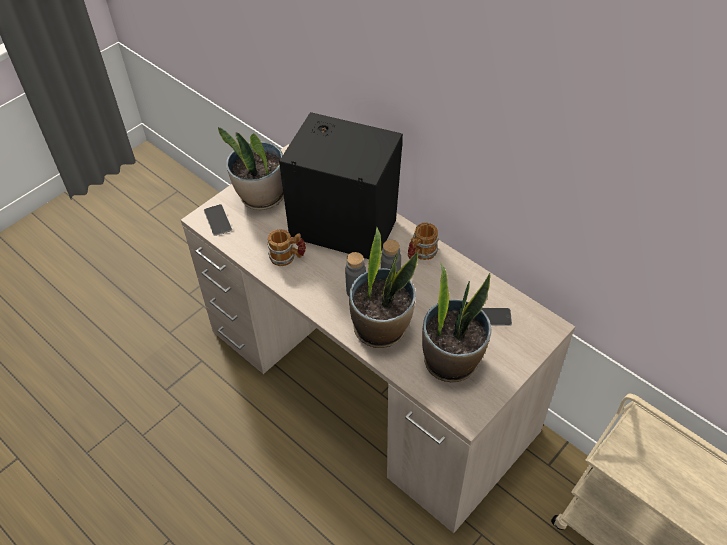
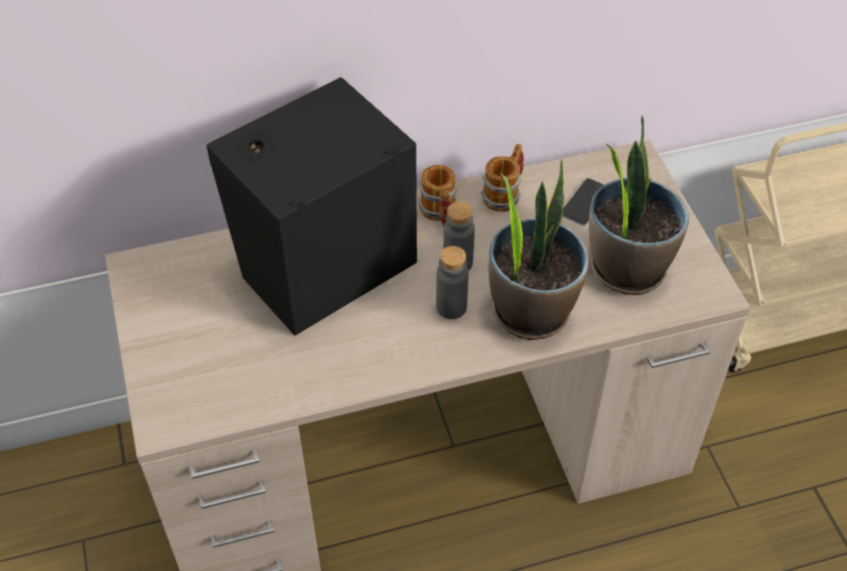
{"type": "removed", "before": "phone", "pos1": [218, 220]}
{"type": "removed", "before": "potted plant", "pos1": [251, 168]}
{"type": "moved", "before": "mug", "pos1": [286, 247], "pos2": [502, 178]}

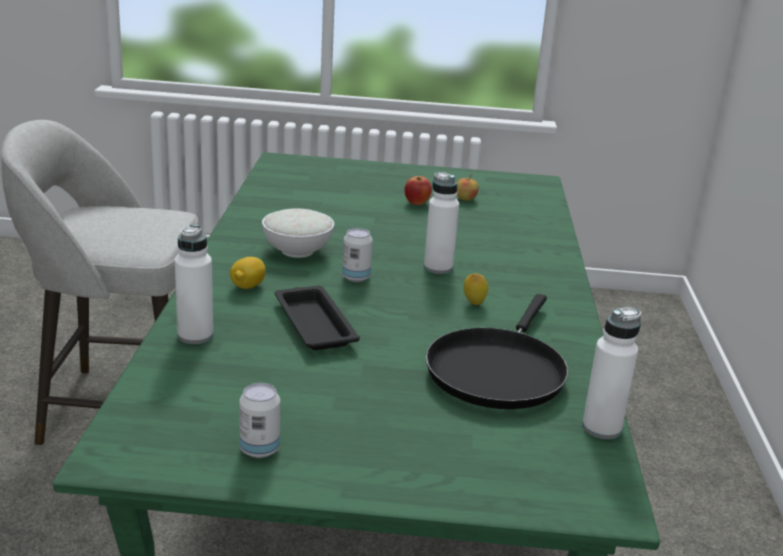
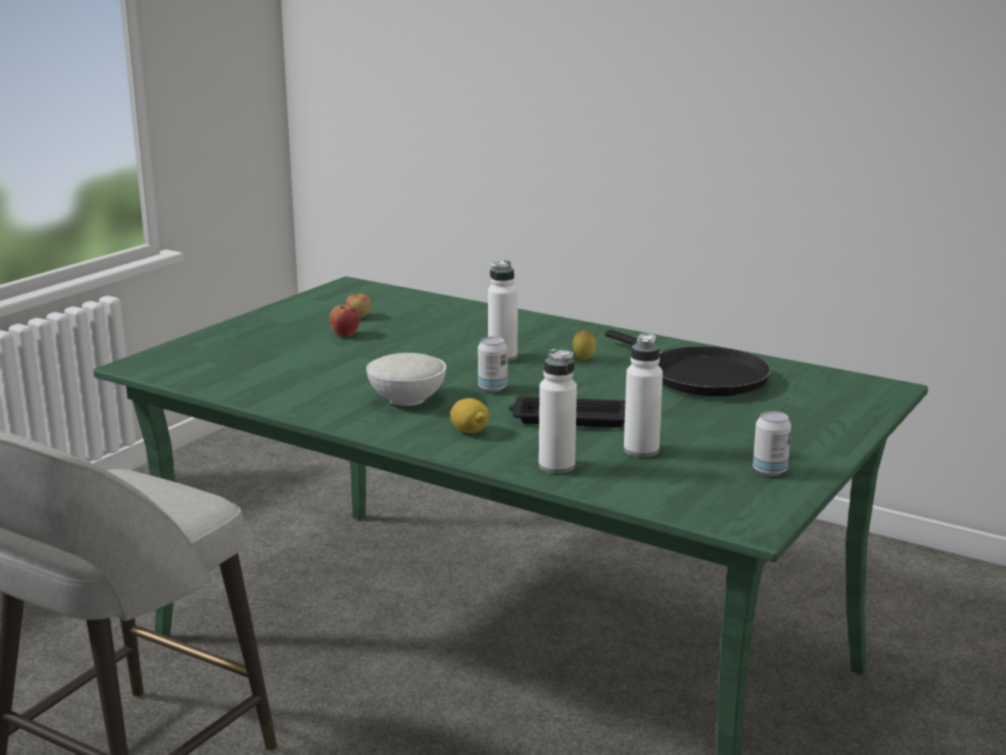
{"type": "moved", "before": "whitish drink bottle", "pos1": [611, 373], "pos2": [643, 395]}

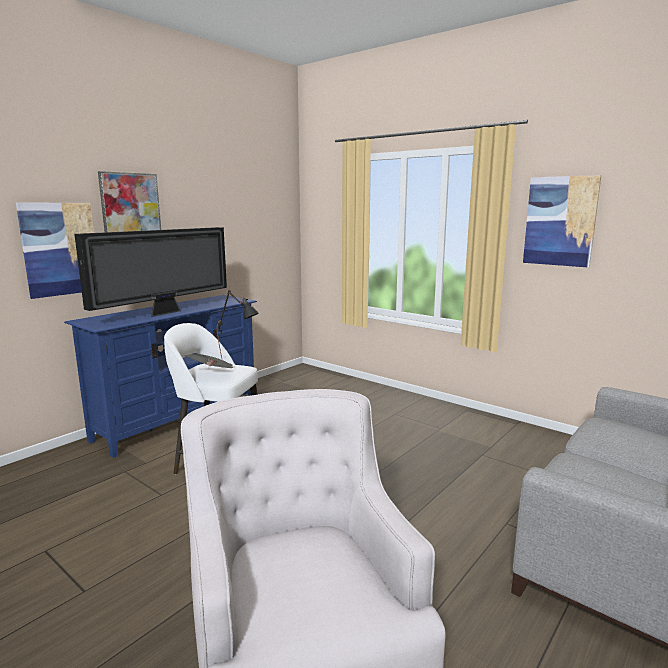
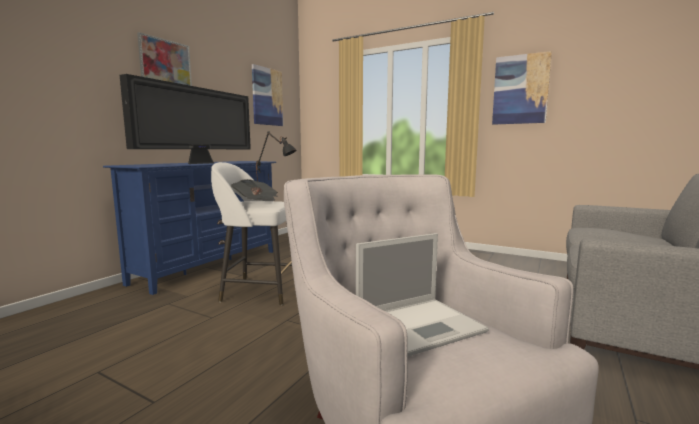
{"type": "moved", "before": "picture", "pos1": [55, 251], "pos2": [267, 95]}
{"type": "added", "after": "portable computer", "pos2": [422, 295]}

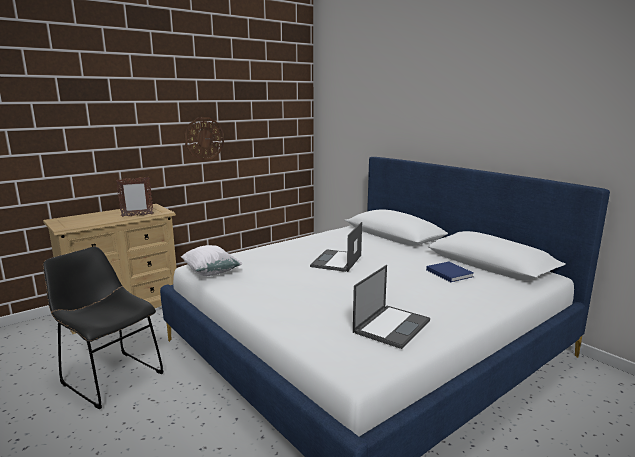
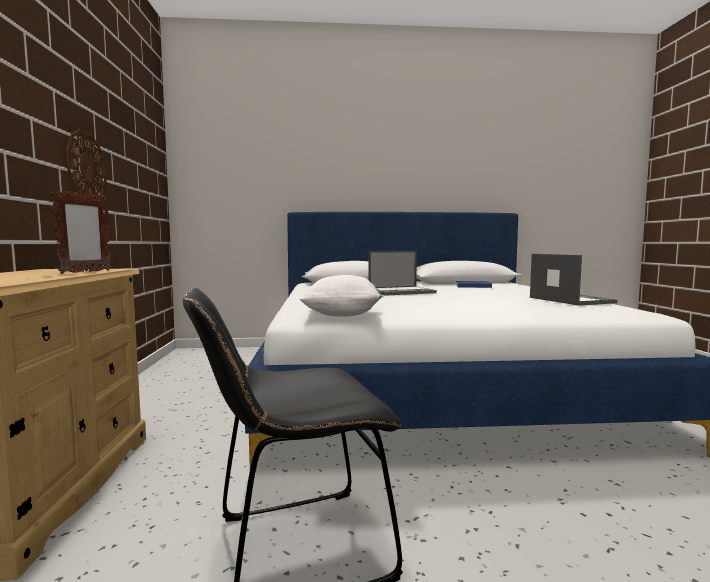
{"type": "turned", "before": "portable computer", "pos1": [336, 247], "pos2": [402, 273], "turn": -75}

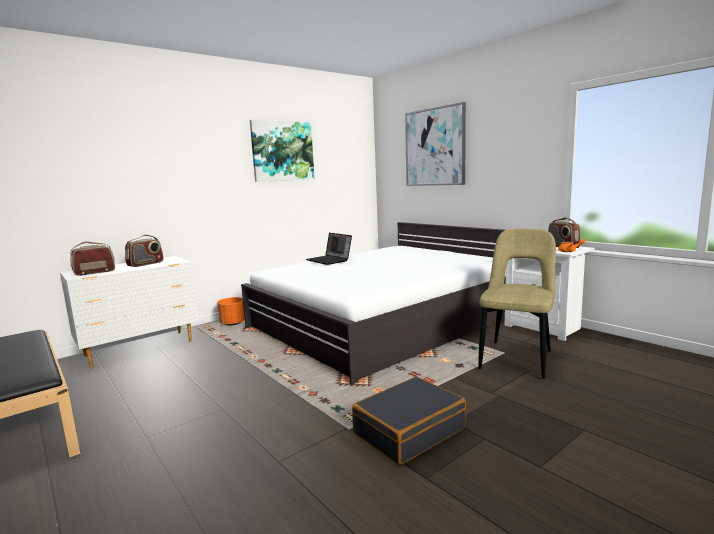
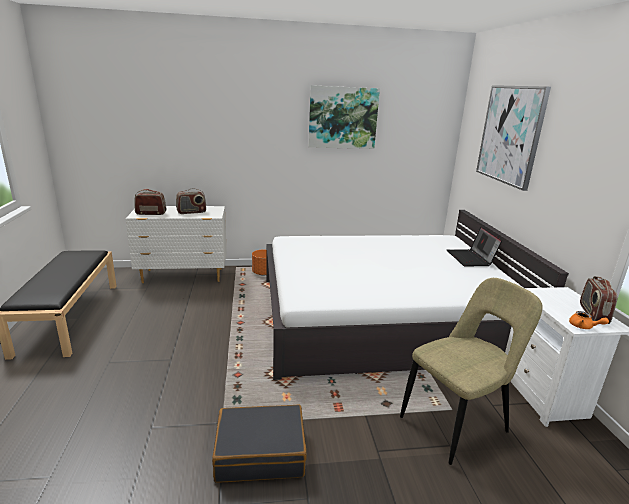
{"type": "moved", "before": "portable computer", "pos1": [329, 249], "pos2": [474, 246]}

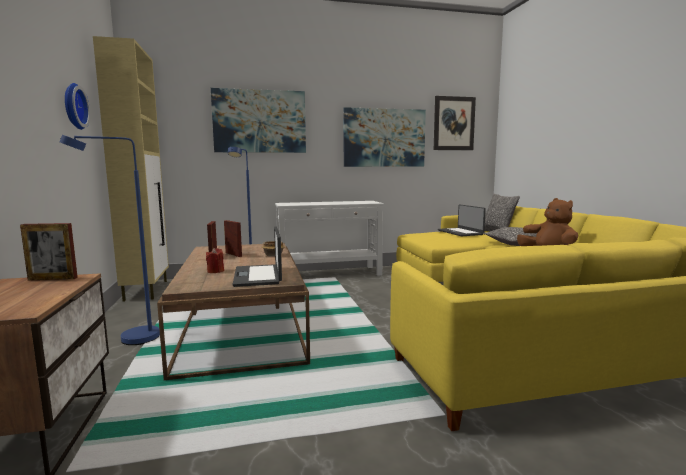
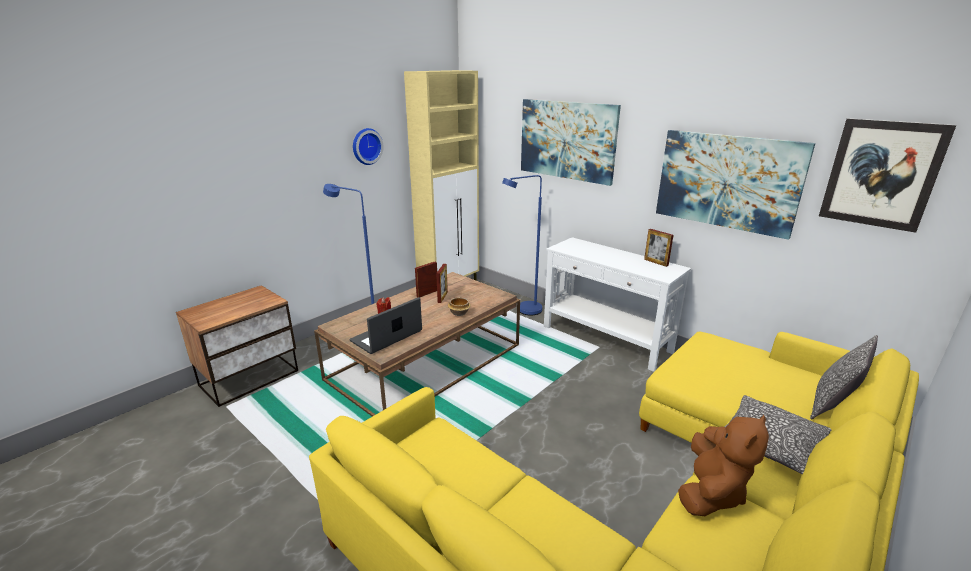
{"type": "moved", "before": "picture frame", "pos1": [49, 251], "pos2": [658, 248]}
{"type": "removed", "before": "portable computer", "pos1": [462, 220]}

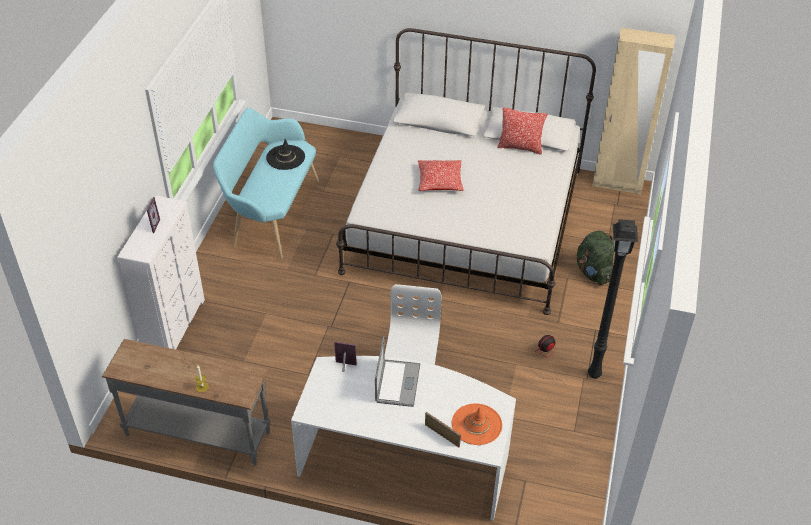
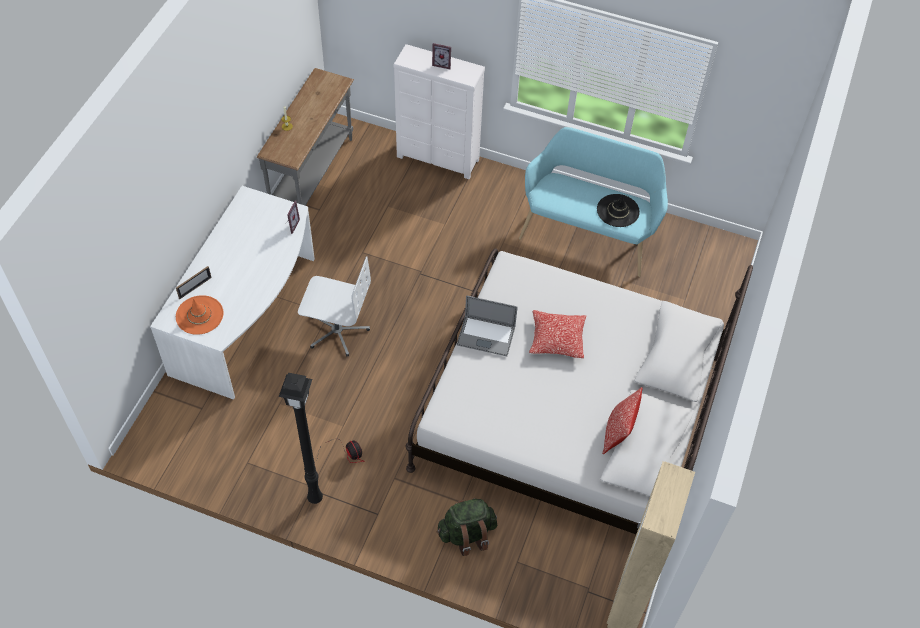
{"type": "moved", "before": "portable computer", "pos1": [397, 371], "pos2": [487, 326]}

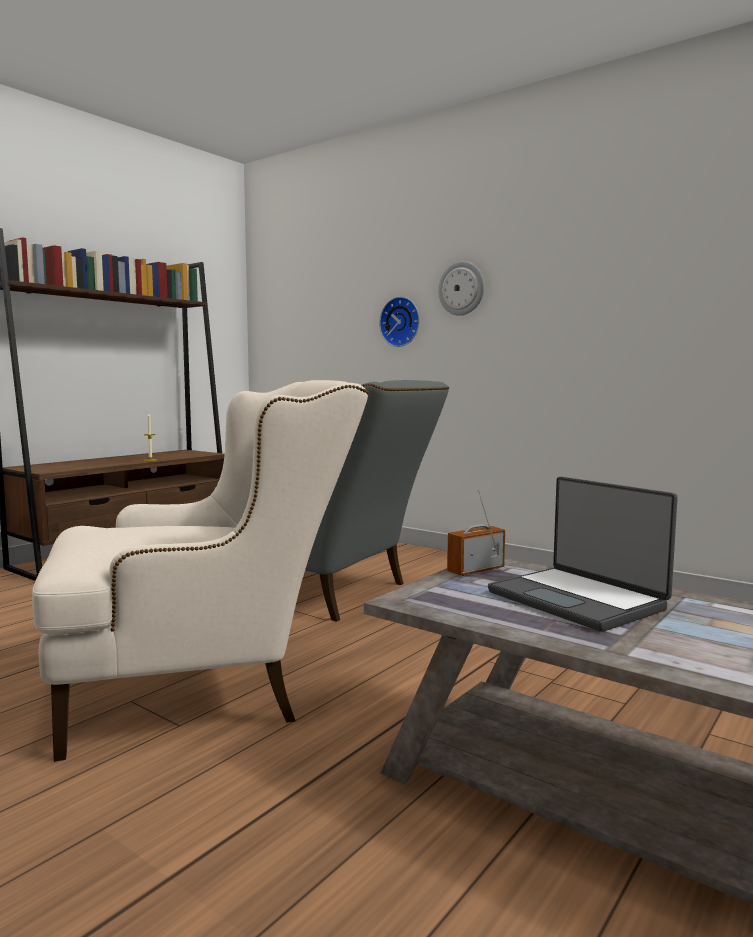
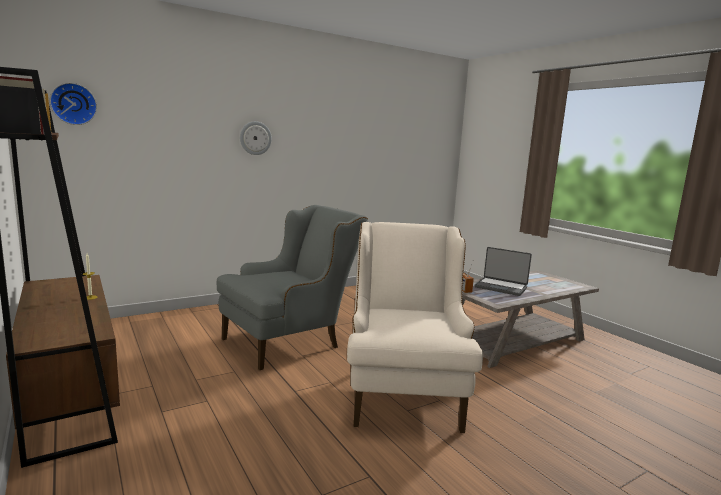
{"type": "moved", "before": "hanging clock", "pos1": [399, 322], "pos2": [73, 104]}
{"type": "turned", "before": "portable computer", "pos1": [583, 554], "pos2": [503, 271], "turn": 45}

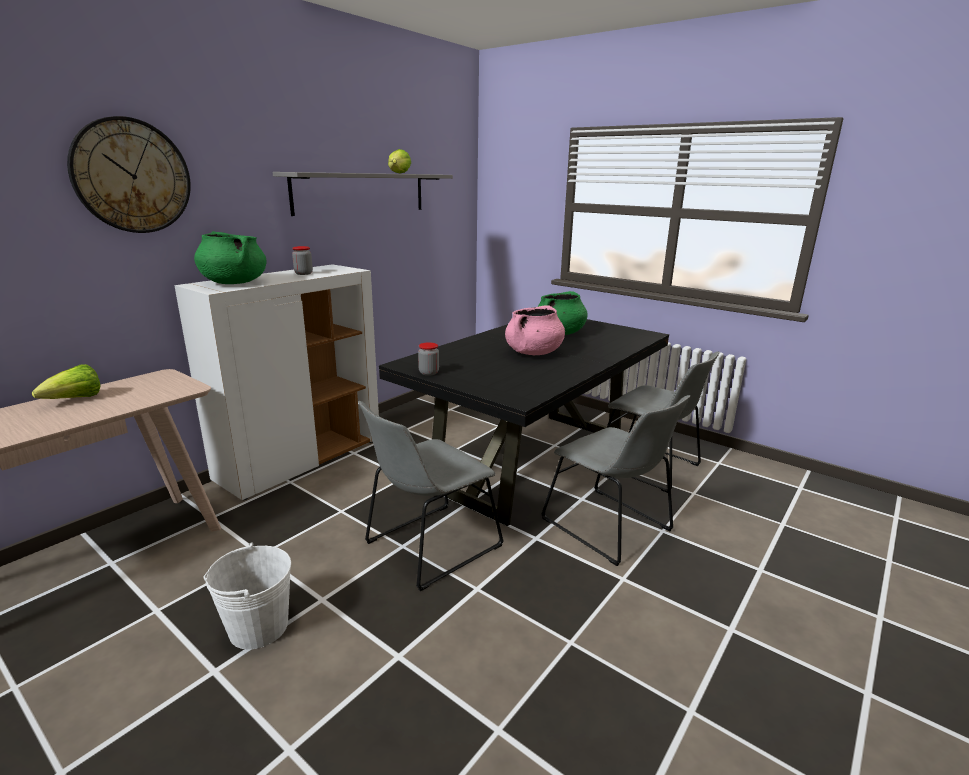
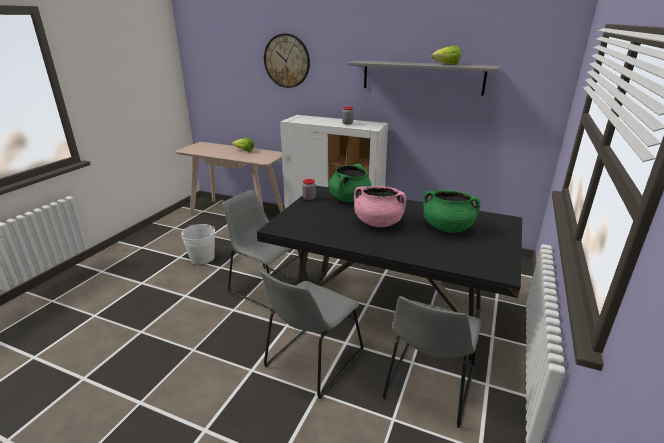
{"type": "moved", "before": "greenish cooking pot", "pos1": [230, 257], "pos2": [350, 183]}

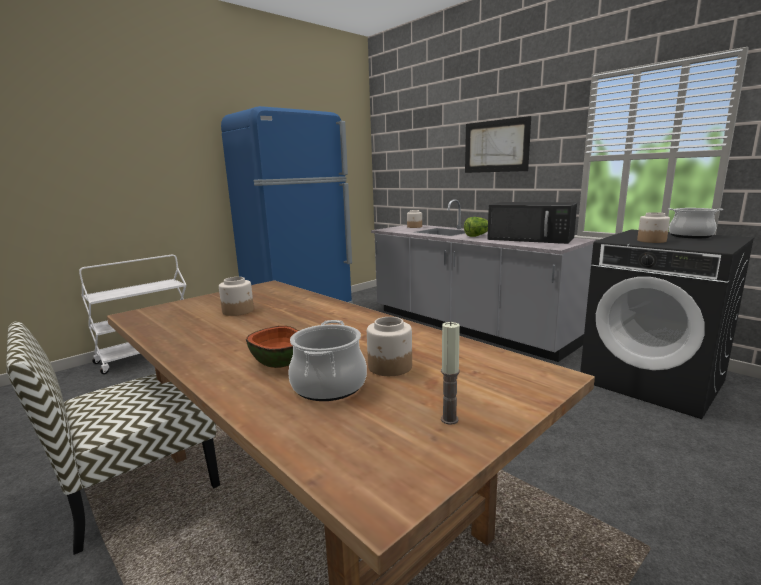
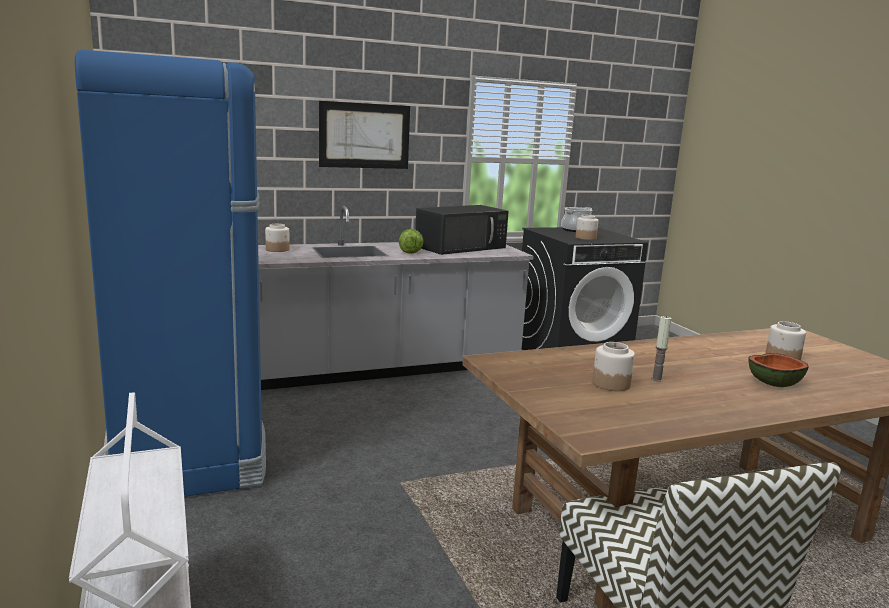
{"type": "removed", "before": "cooking pot", "pos1": [328, 360]}
{"type": "moved", "before": "wax candle", "pos1": [450, 373], "pos2": [661, 349]}

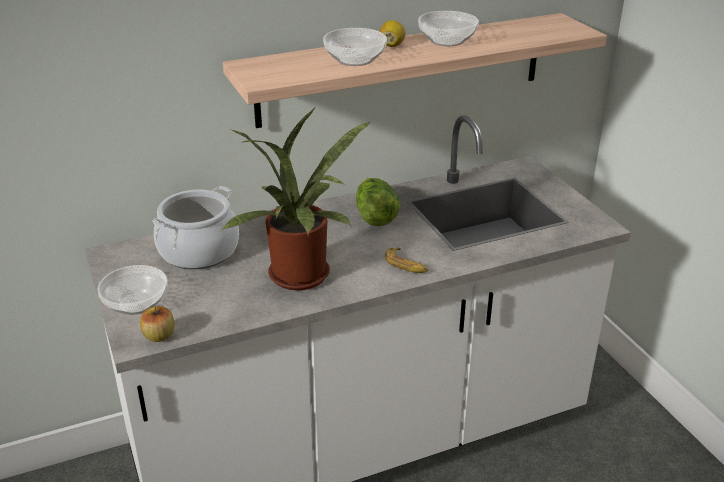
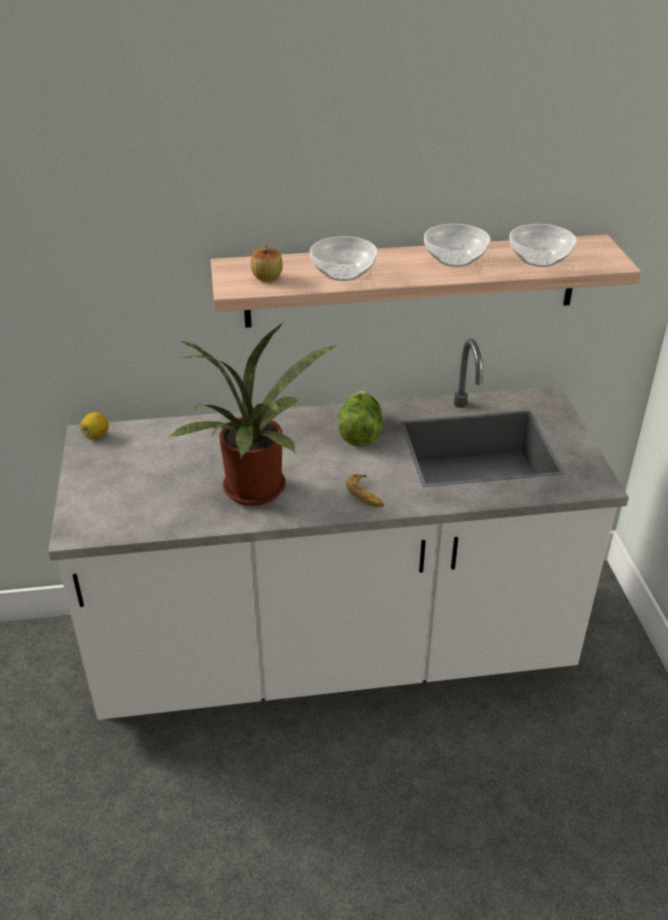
{"type": "moved", "before": "serving bowl", "pos1": [133, 290], "pos2": [543, 245]}
{"type": "moved", "before": "apple", "pos1": [157, 324], "pos2": [267, 263]}
{"type": "removed", "before": "cooking pot", "pos1": [195, 227]}
{"type": "moved", "before": "whole lemon", "pos1": [393, 33], "pos2": [94, 425]}

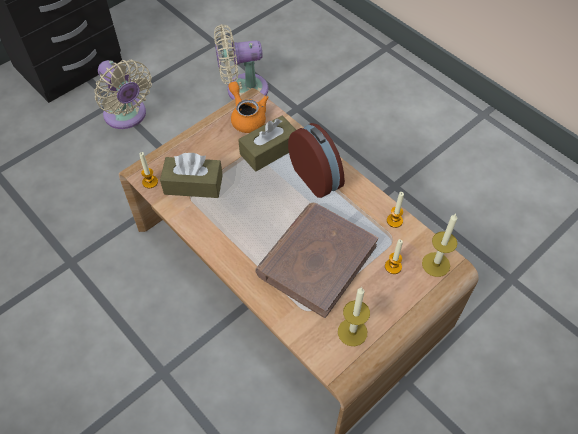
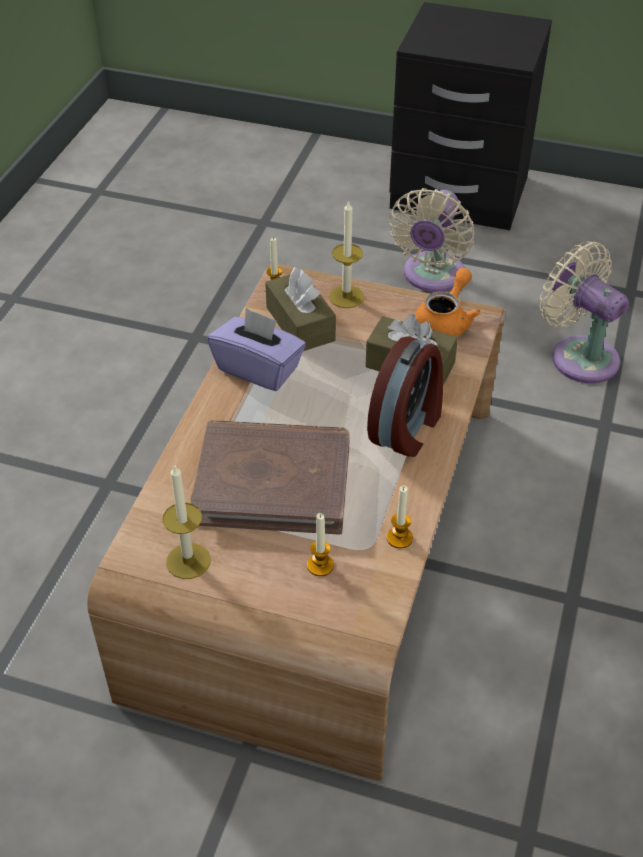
{"type": "moved", "before": "wax candle", "pos1": [440, 245], "pos2": [346, 254]}
{"type": "added", "after": "purple-coloured box of tissues", "pos2": [257, 349]}

